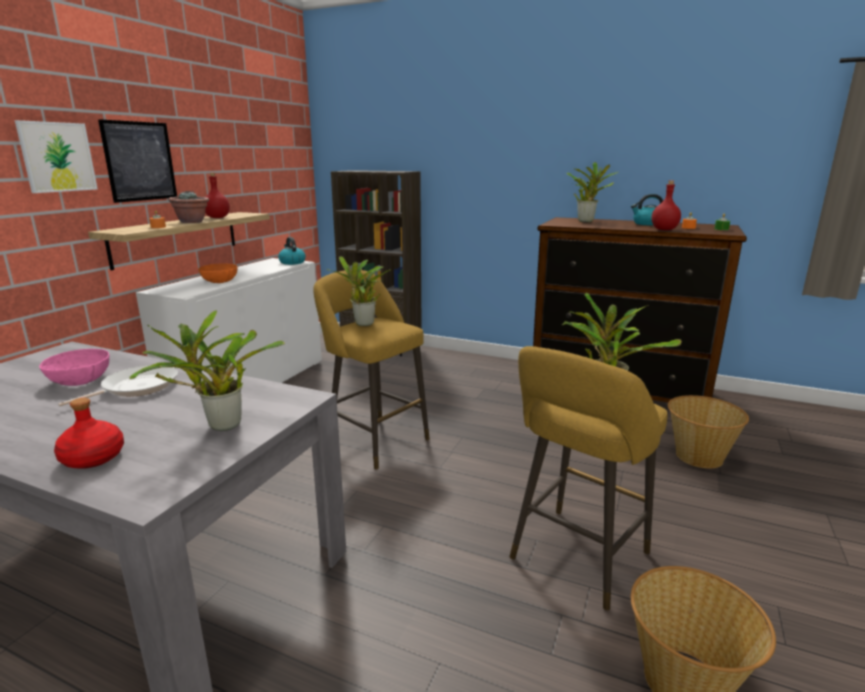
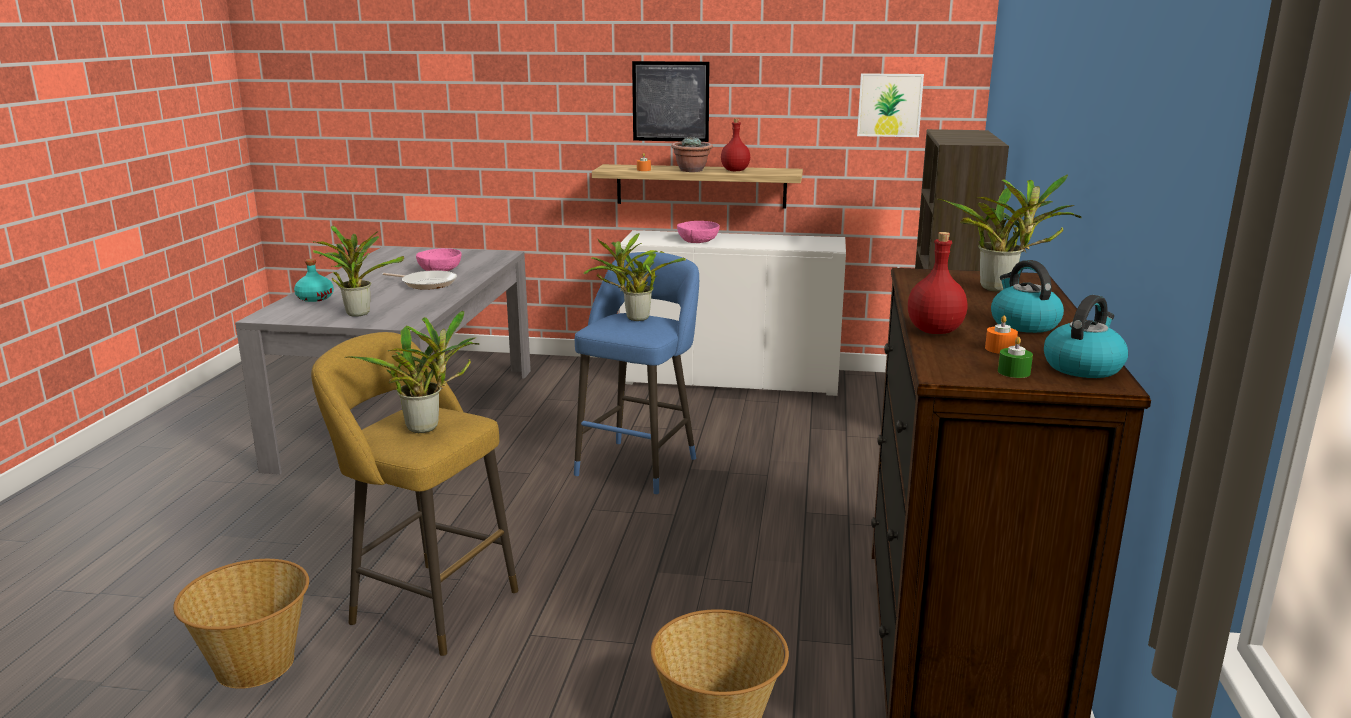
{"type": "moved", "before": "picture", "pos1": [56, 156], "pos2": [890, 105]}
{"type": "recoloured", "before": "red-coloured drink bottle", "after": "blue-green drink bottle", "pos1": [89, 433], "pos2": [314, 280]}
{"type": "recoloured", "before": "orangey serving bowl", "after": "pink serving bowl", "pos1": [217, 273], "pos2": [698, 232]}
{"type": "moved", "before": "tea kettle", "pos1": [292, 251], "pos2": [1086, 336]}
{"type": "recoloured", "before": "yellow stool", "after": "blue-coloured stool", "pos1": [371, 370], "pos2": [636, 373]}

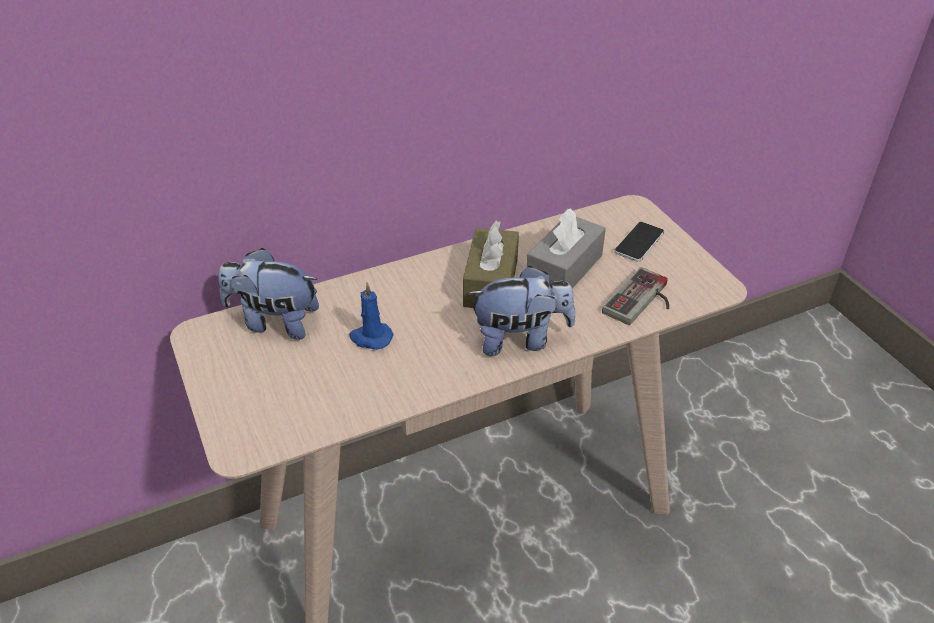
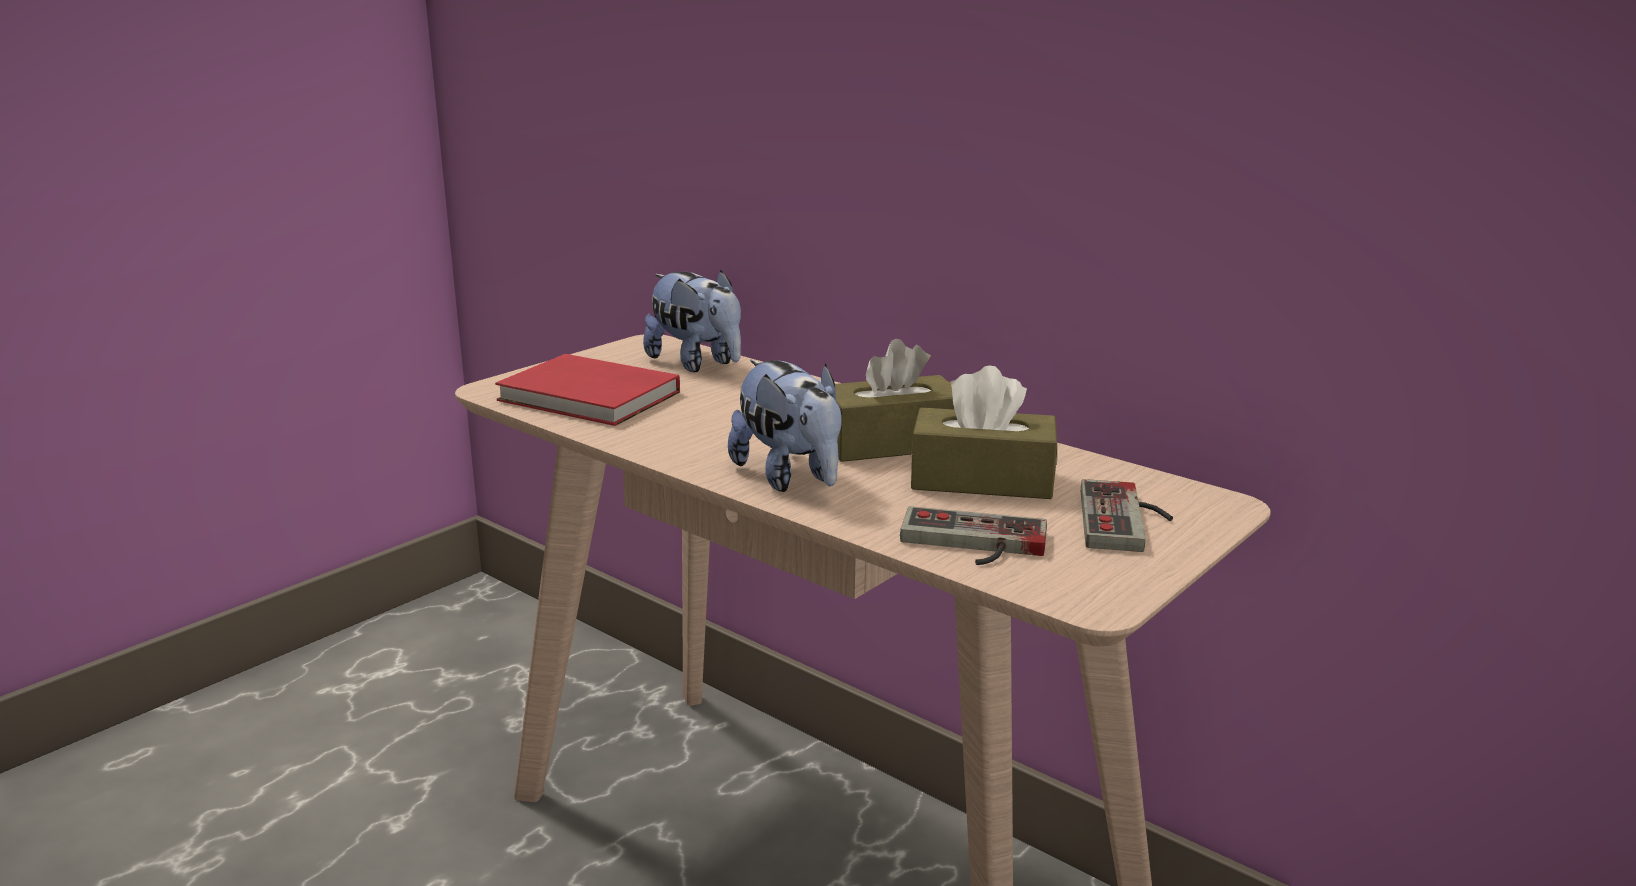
{"type": "turned", "before": "plush toy", "pos1": [268, 294], "pos2": [692, 321], "turn": 150}
{"type": "removed", "before": "blue-coloured wax candle", "pos1": [371, 316]}
{"type": "recoloured", "before": "gray box of tissues", "after": "brown box of tissues", "pos1": [566, 248], "pos2": [983, 432]}
{"type": "replaced", "before": "phone", "after": "joypad", "pos1": [639, 242], "pos2": [1127, 515]}
{"type": "added", "after": "red-coloured book", "pos2": [587, 390]}

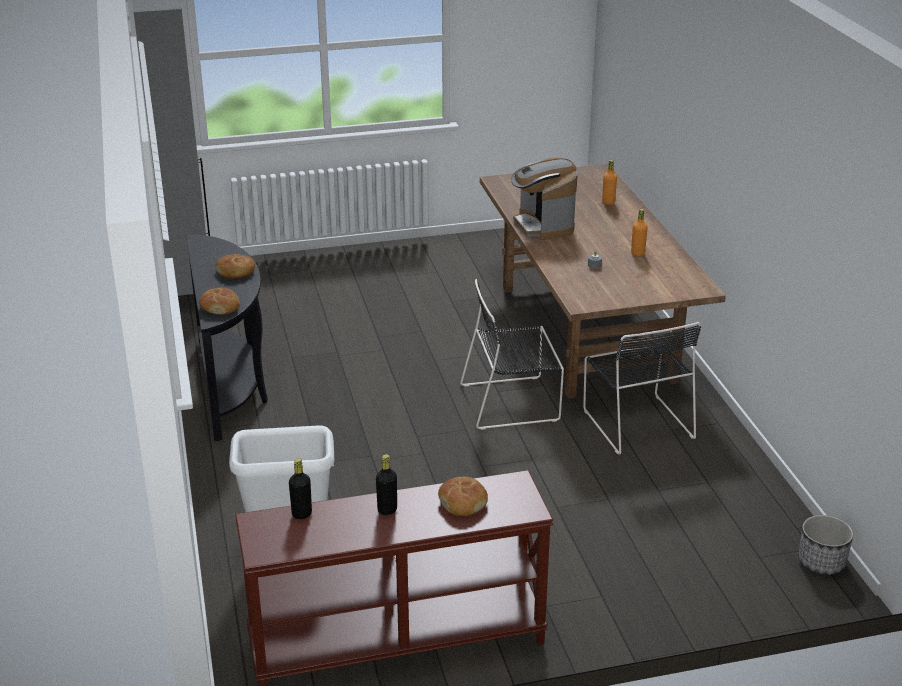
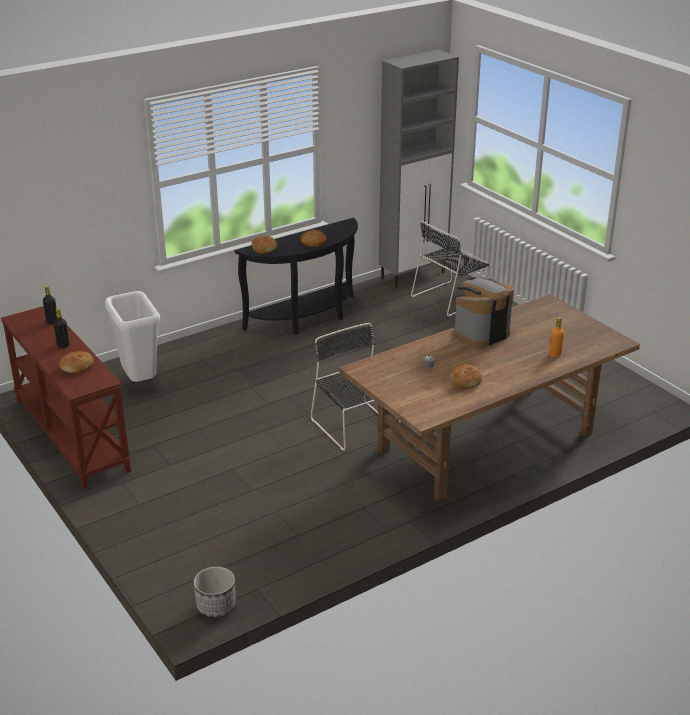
{"type": "moved", "before": "black upright chair", "pos1": [642, 388], "pos2": [451, 268]}
{"type": "replaced", "before": "orangey drink bottle", "after": "baked bread", "pos1": [639, 232], "pos2": [466, 376]}

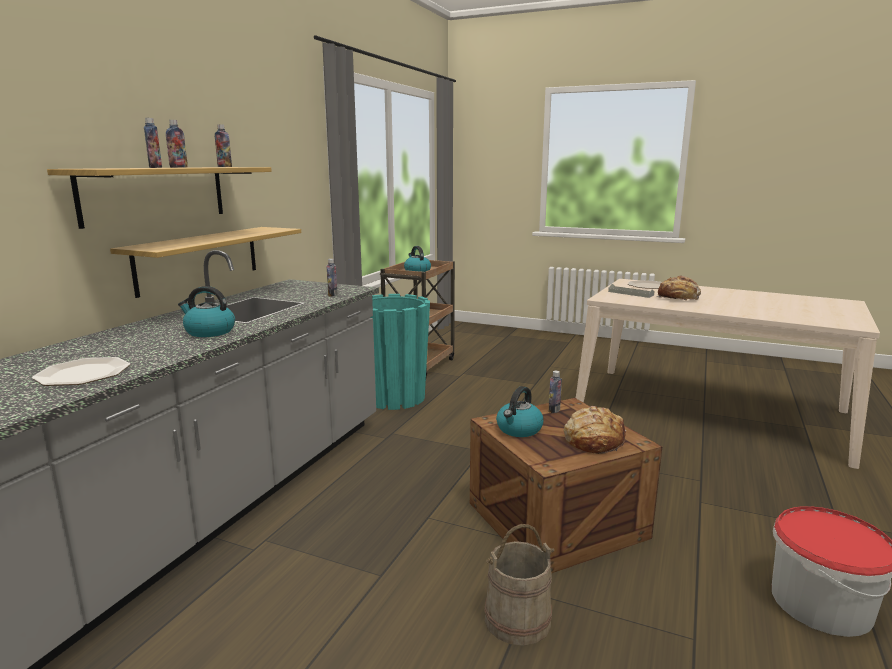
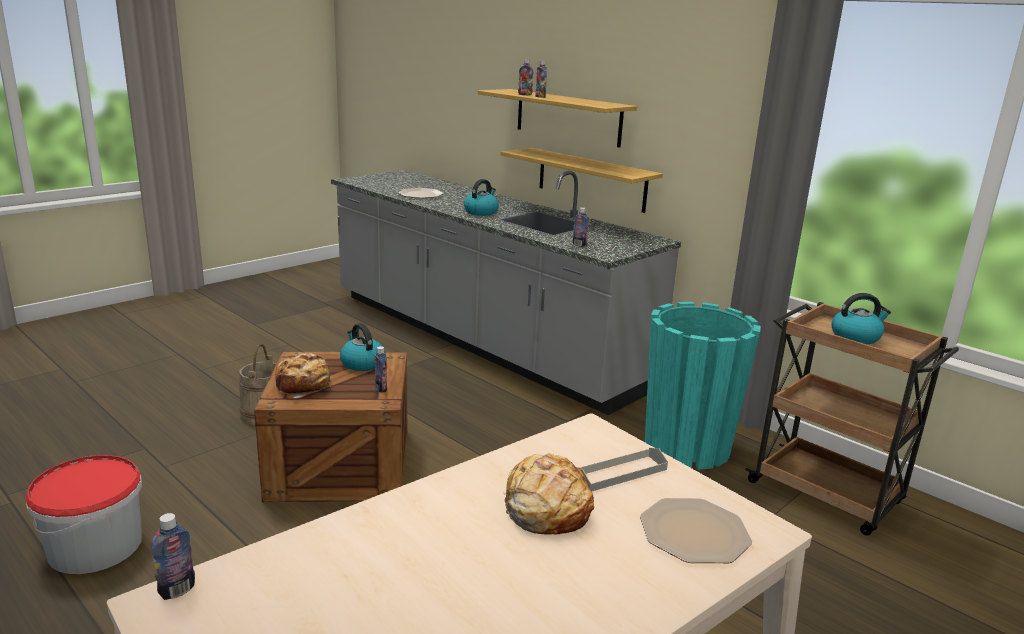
{"type": "moved", "before": "drink bottle", "pos1": [223, 145], "pos2": [173, 556]}

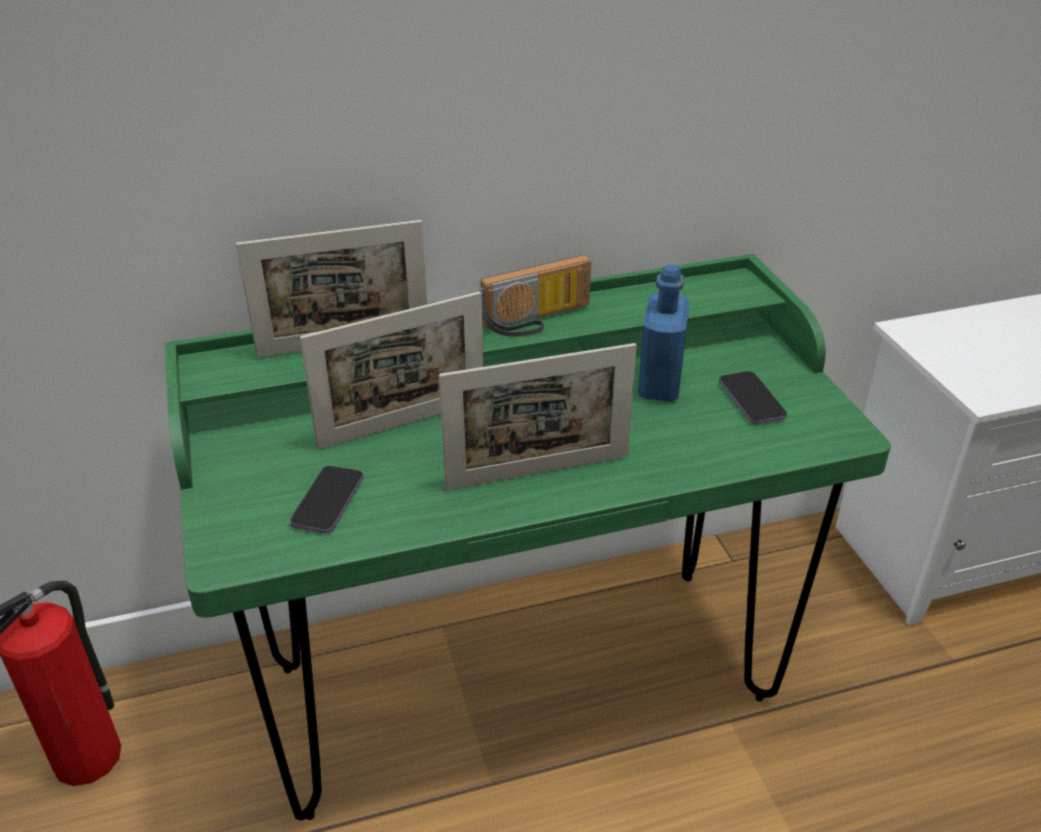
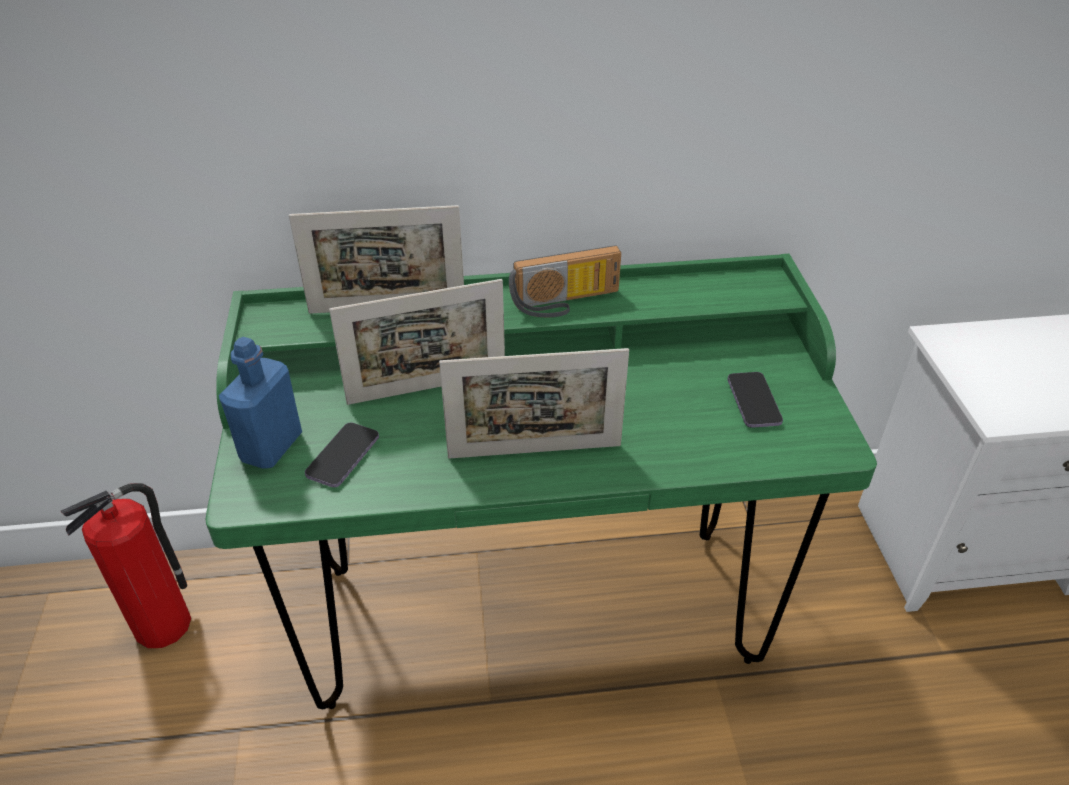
{"type": "moved", "before": "blue-coloured drink bottle", "pos1": [664, 332], "pos2": [260, 402]}

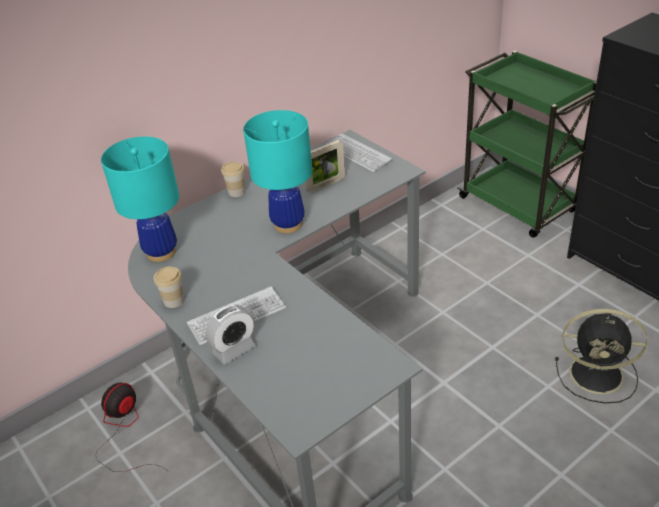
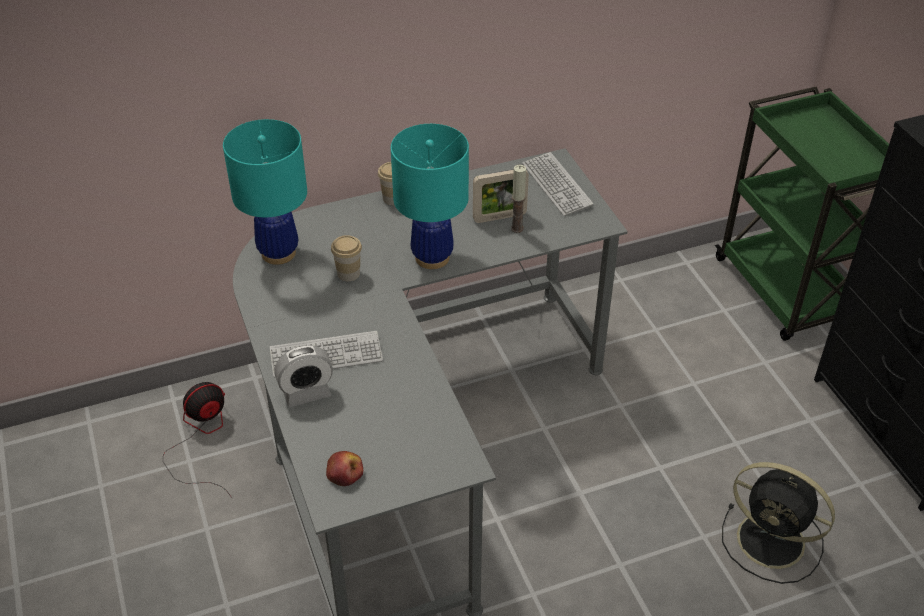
{"type": "moved", "before": "drinking cup", "pos1": [169, 287], "pos2": [346, 258]}
{"type": "added", "after": "apple", "pos2": [344, 468]}
{"type": "added", "after": "wax candle", "pos2": [518, 199]}

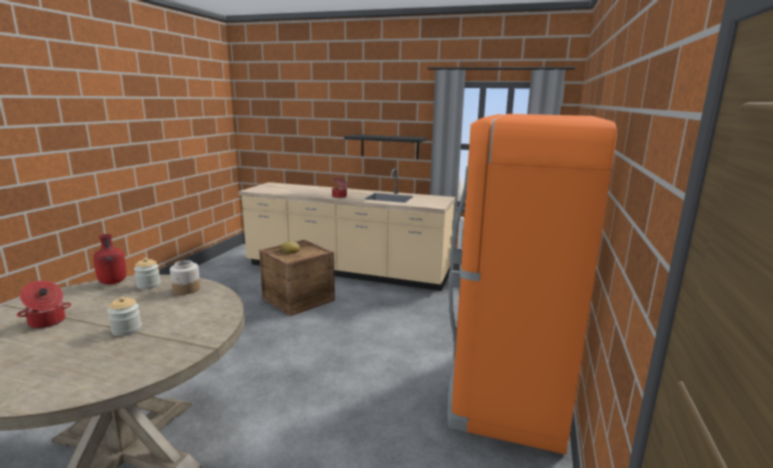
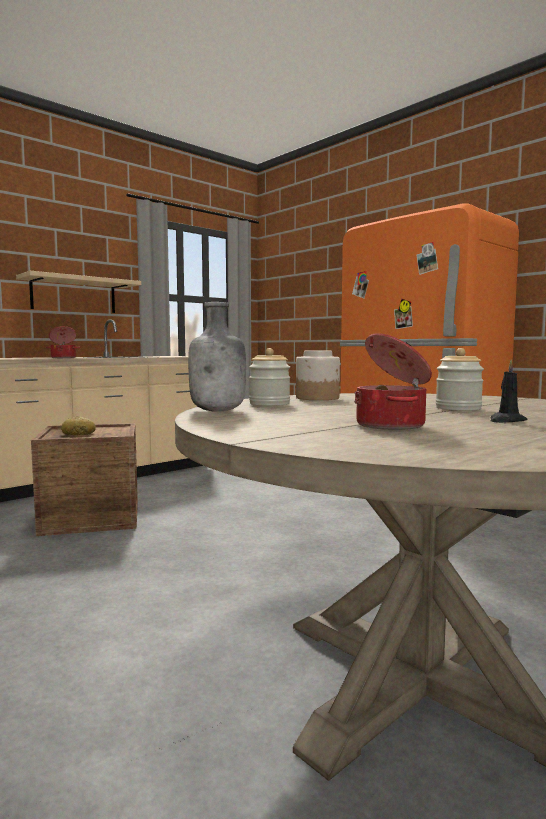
{"type": "recoloured", "before": "red-coloured drink bottle", "after": "gray drink bottle", "pos1": [109, 259], "pos2": [217, 357]}
{"type": "recoloured", "before": "black wall shelf", "after": "sand-coloured wall shelf", "pos1": [385, 146], "pos2": [78, 292]}
{"type": "added", "after": "black wax candle", "pos2": [508, 391]}

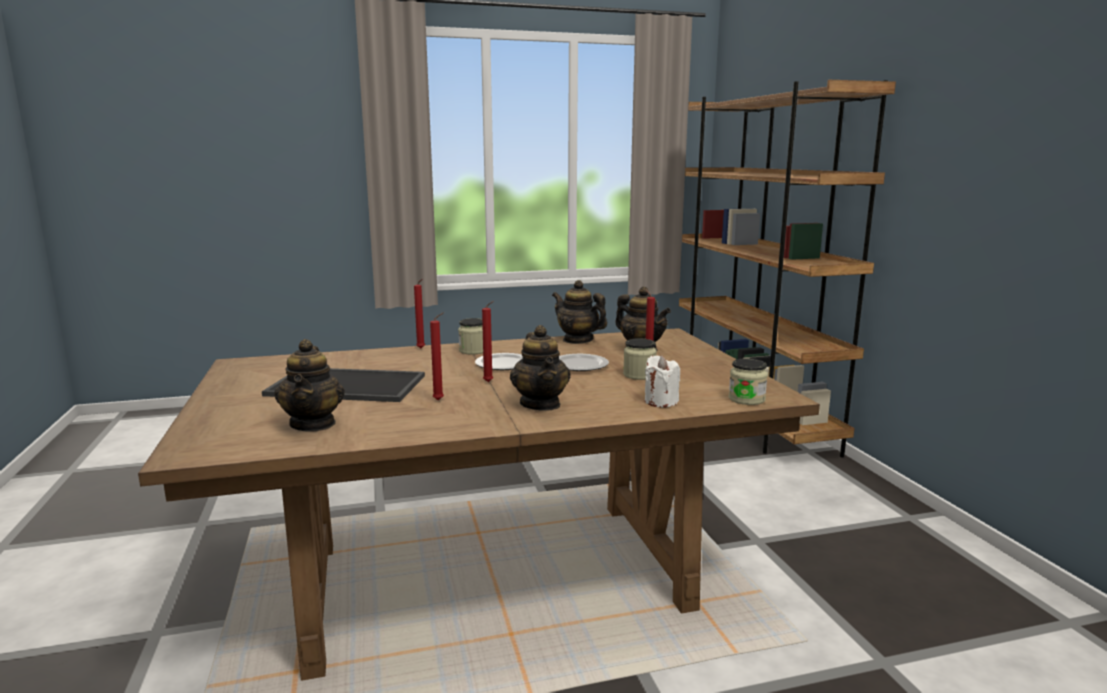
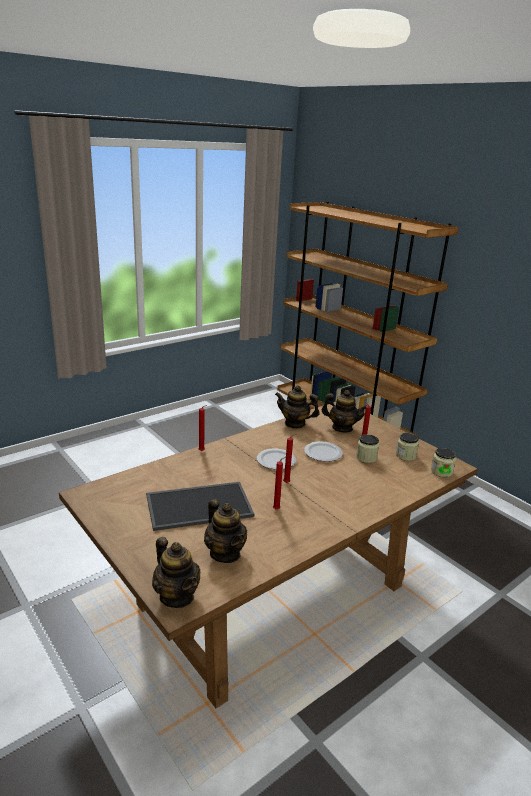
{"type": "moved", "before": "preserve jar", "pos1": [470, 336], "pos2": [407, 447]}
{"type": "moved", "before": "tea pot", "pos1": [540, 368], "pos2": [176, 572]}
{"type": "removed", "before": "whitish wax candle", "pos1": [662, 381]}

